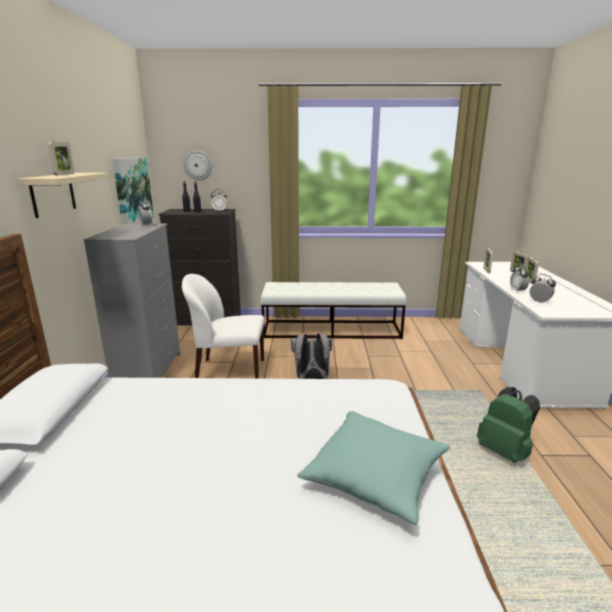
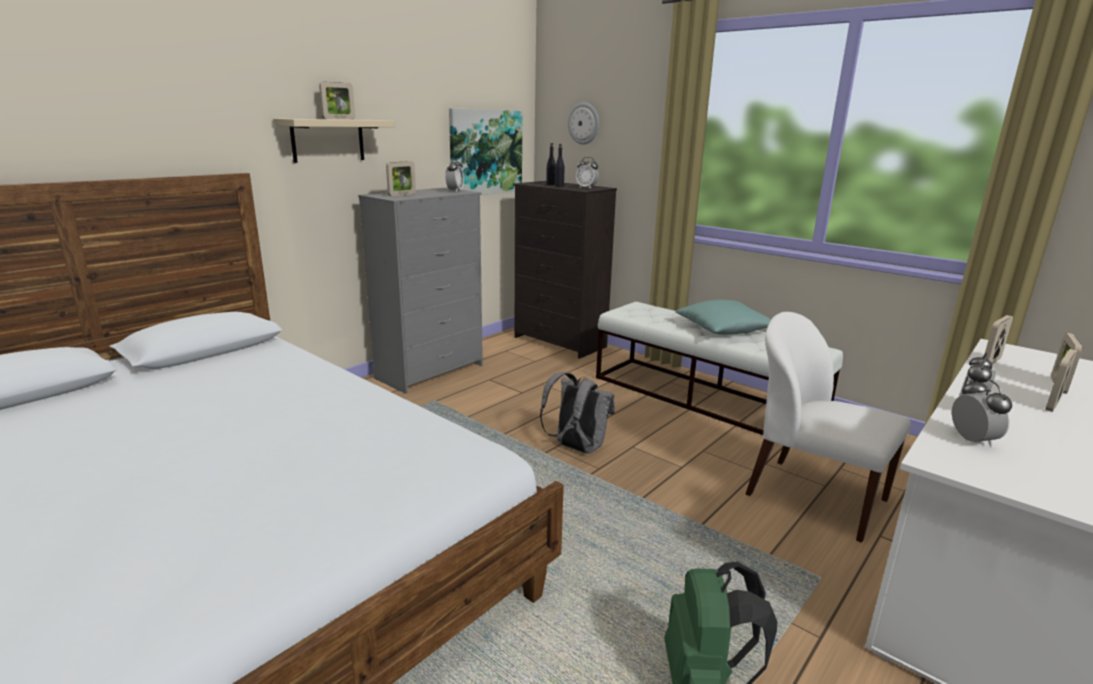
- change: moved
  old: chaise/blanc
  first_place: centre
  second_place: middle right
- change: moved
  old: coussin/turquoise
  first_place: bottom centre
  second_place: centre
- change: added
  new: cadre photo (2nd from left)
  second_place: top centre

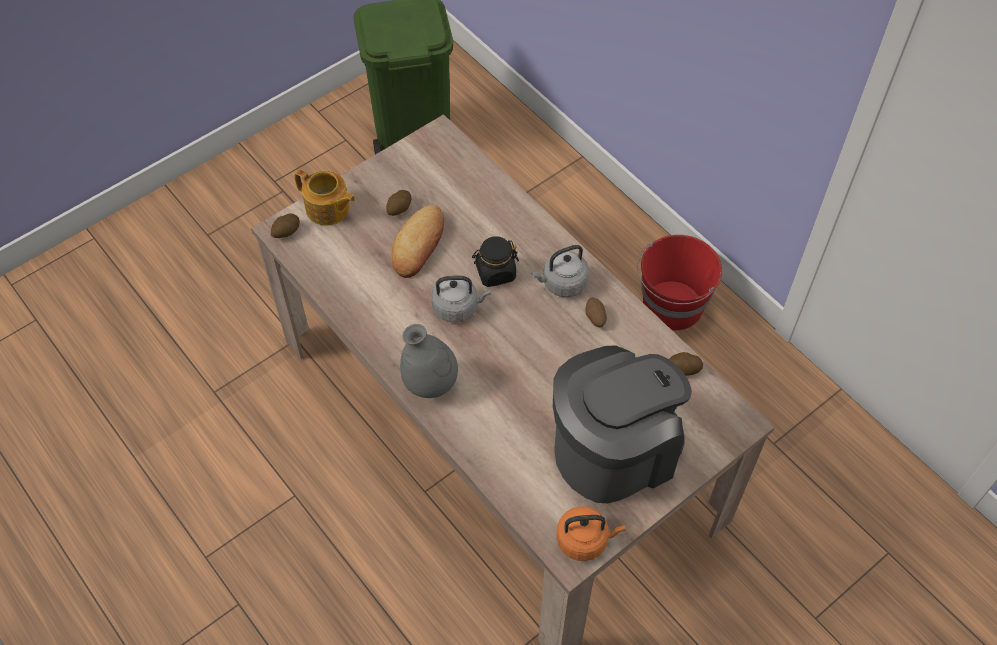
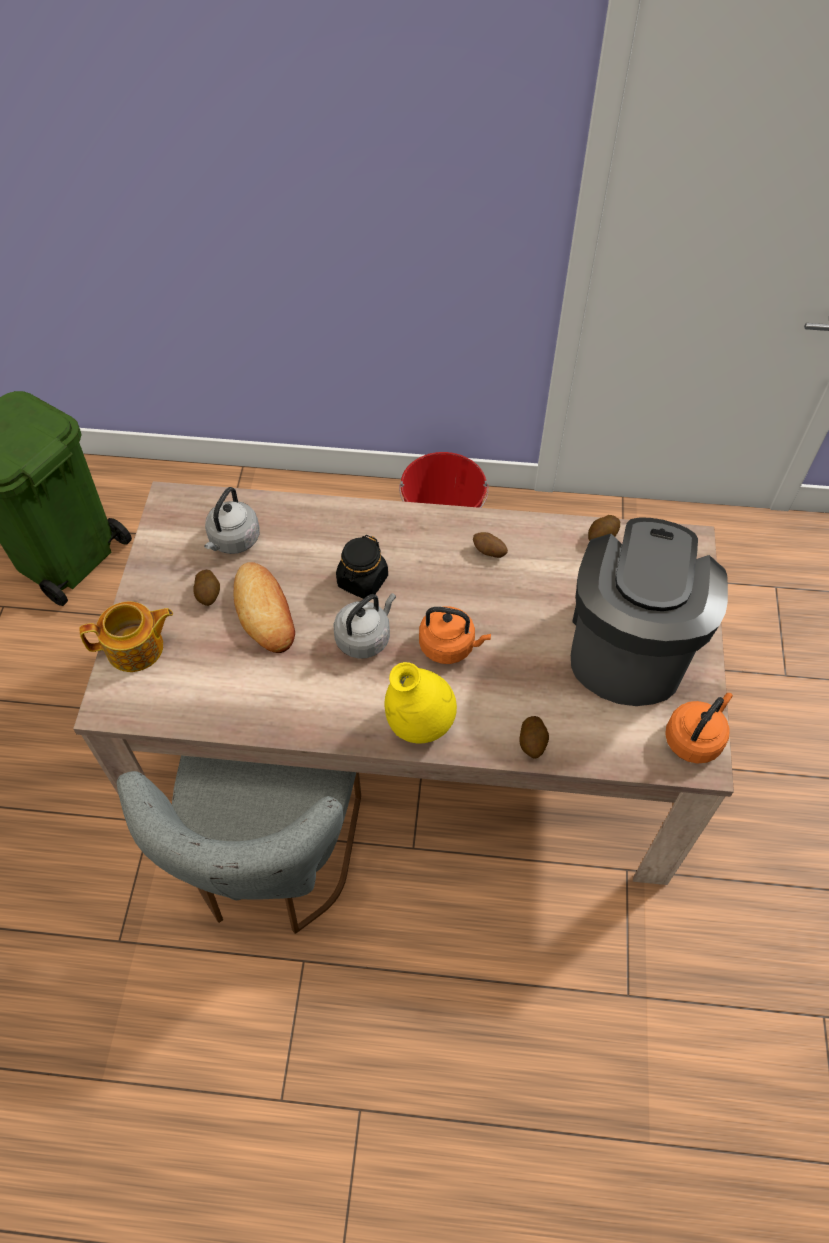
- change: moved
  old: pomme de terre (1st from left in the first image)
  new: pomme de terre (3rd from left)
  first_place: middle left
  second_place: centre
- change: moved
  old: bouilloire/gris (2nd from left in the first image)
  new: bouilloire/gris (1st from left)
  first_place: centre
  second_place: middle left
- change: recoloured
  old: vase/gris
  new: vase/jaune
  first_place: centre
  second_place: centre
- change: added
  new: bouilloire/orange (1st from left)
  second_place: centre
- change: added
  new: chaise/gris
  second_place: bottom left

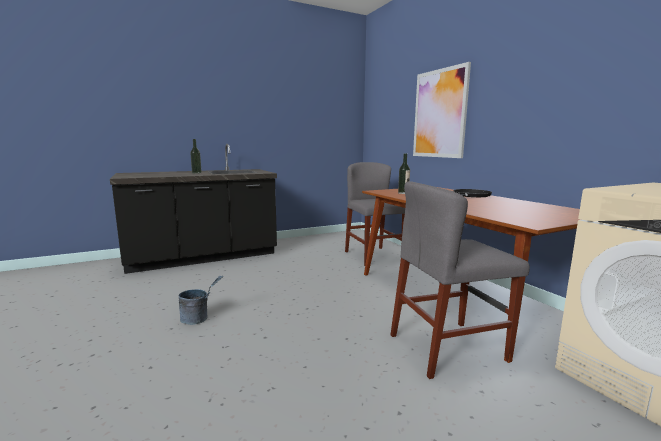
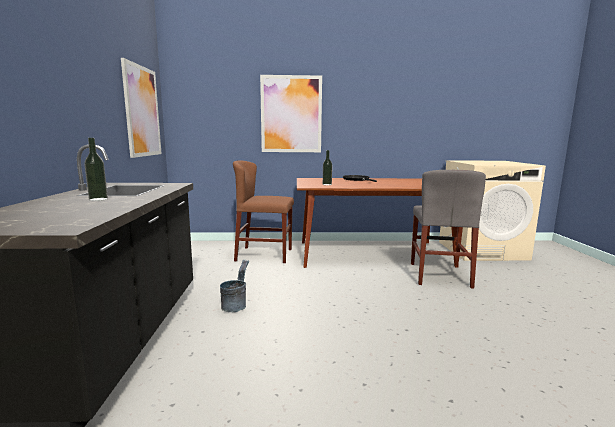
- change: recoloured
  old: chaise/gris (1st from left)
  new: chaise/marron
  first_place: centre
  second_place: centre
- change: moved
  old: seau/gris
  first_place: bottom left
  second_place: bottom centre
- change: added
  new: tableau (1st from left)
  second_place: top left

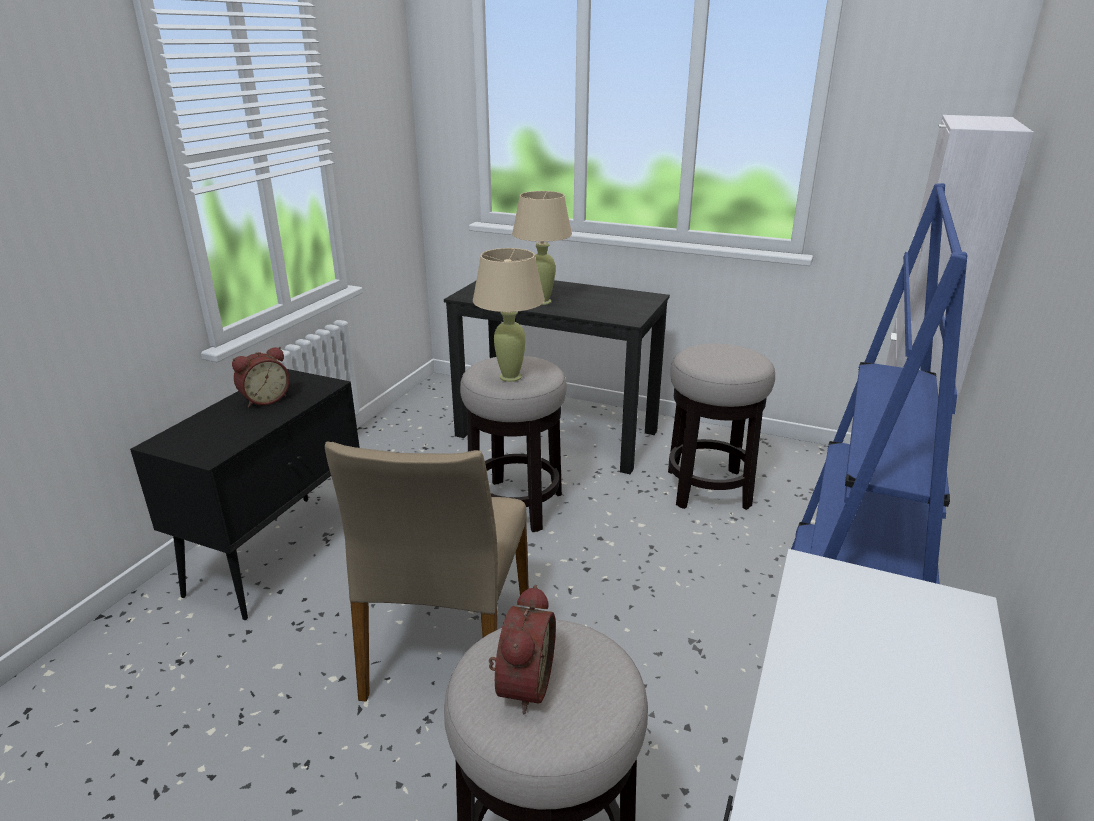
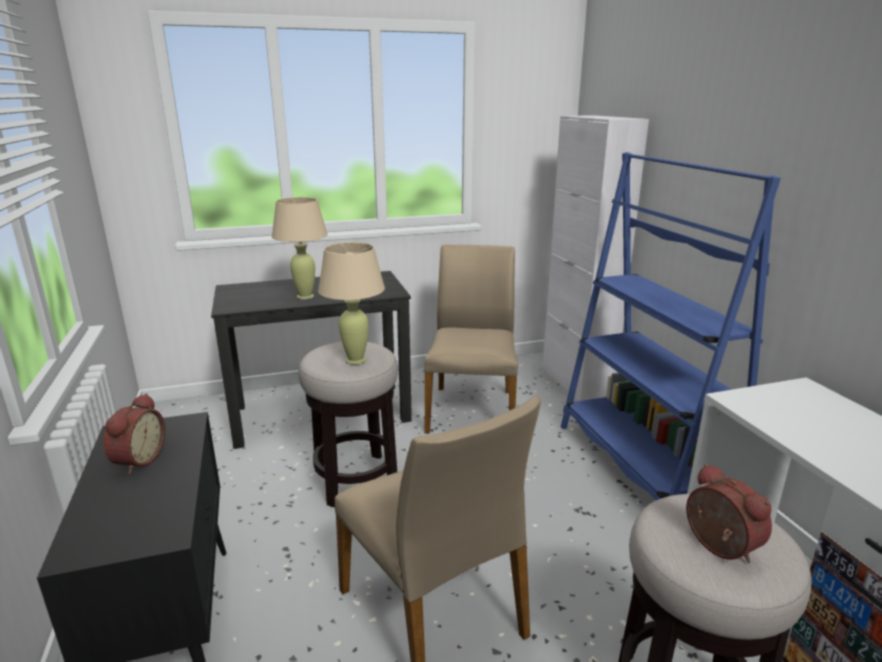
- change: replaced
  old: tabouret (3rd from left)
  new: chaise/beige (2nd from left)
  first_place: centre
  second_place: centre

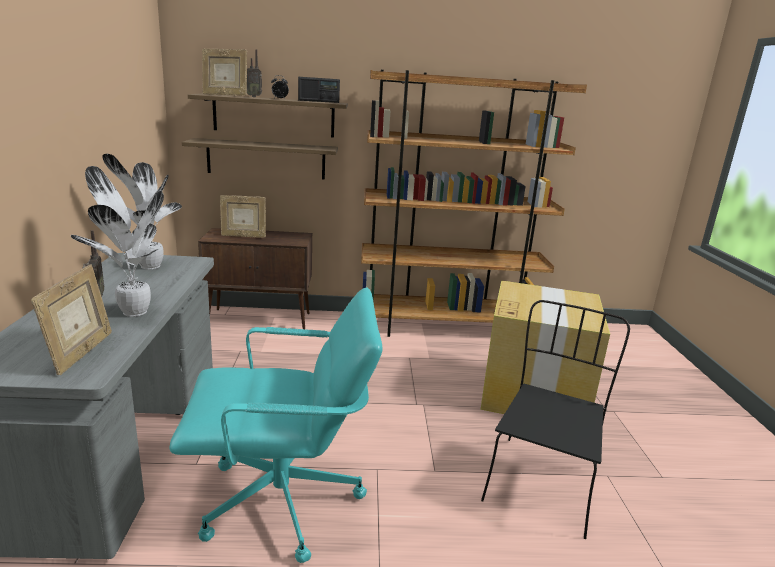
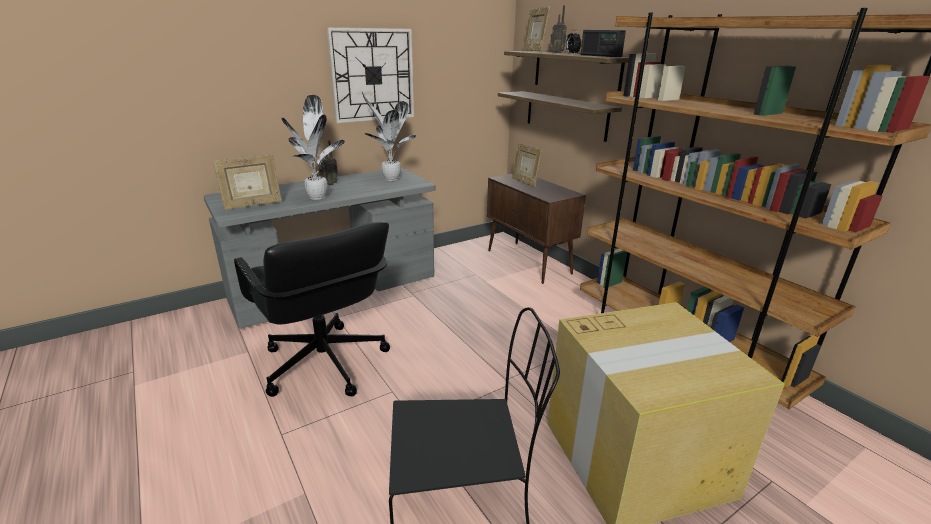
- change: recoloured
  old: chaise de bureau/turquoise
  new: chaise de bureau/noir
  first_place: bottom centre
  second_place: centre
- change: added
  new: horloge murale
  second_place: top centre

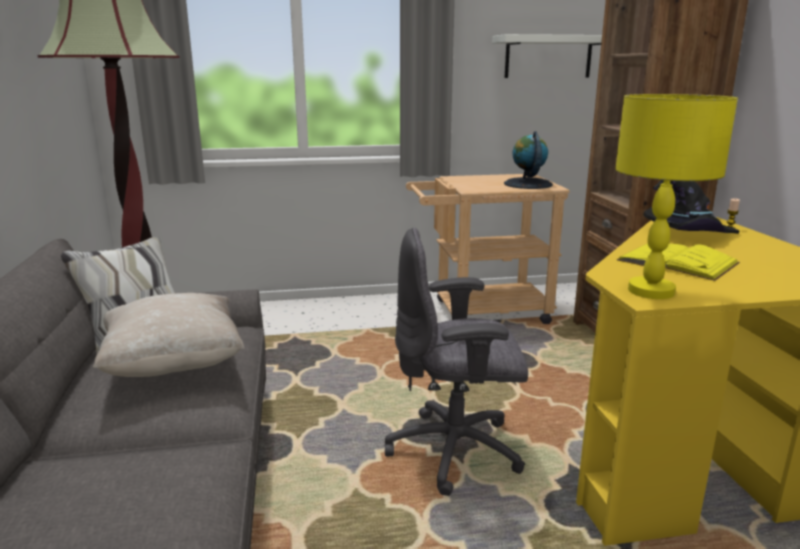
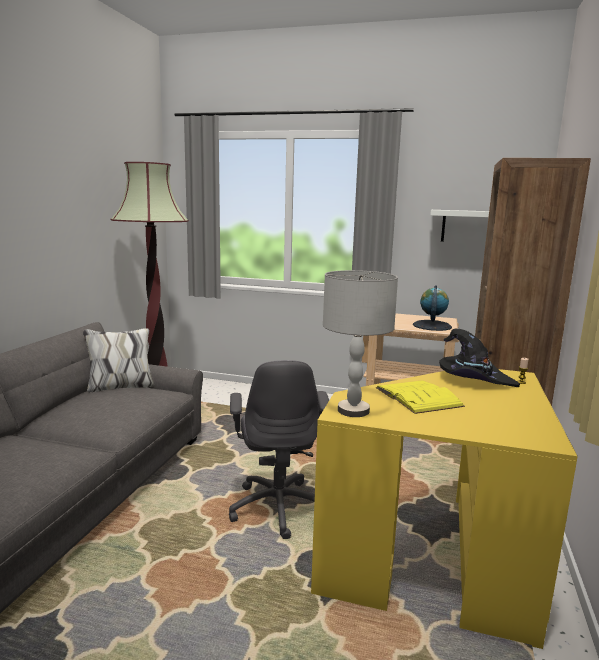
- change: recoloured
  old: lampe de table/jaune
  new: lampe de table/gris
  first_place: middle right
  second_place: centre
- change: turned
  old: chaise de bureau/gris
  first_place: centre
  second_place: bottom centre
  degrees: -120
- change: removed
  old: coussin/beige
  first_place: middle left

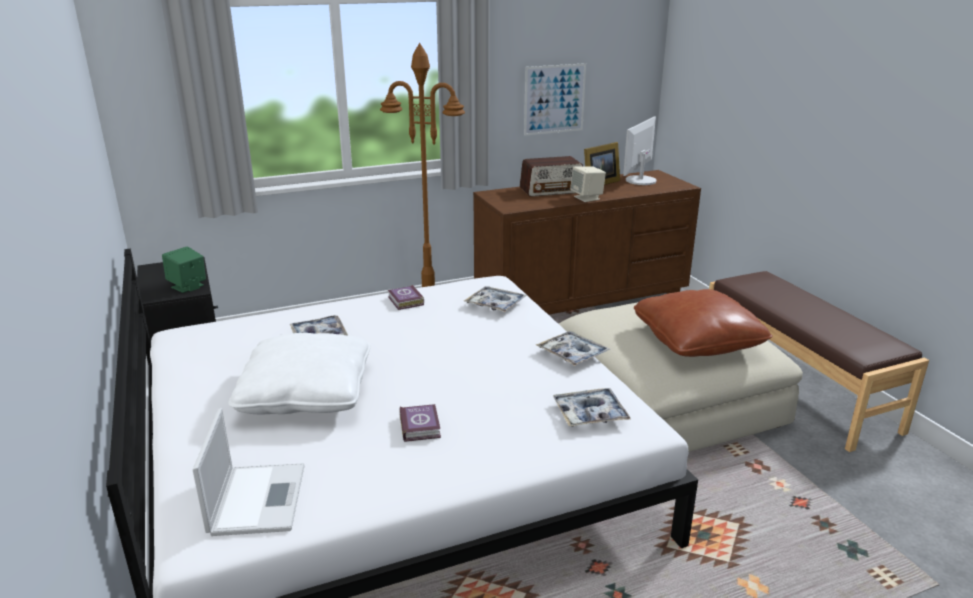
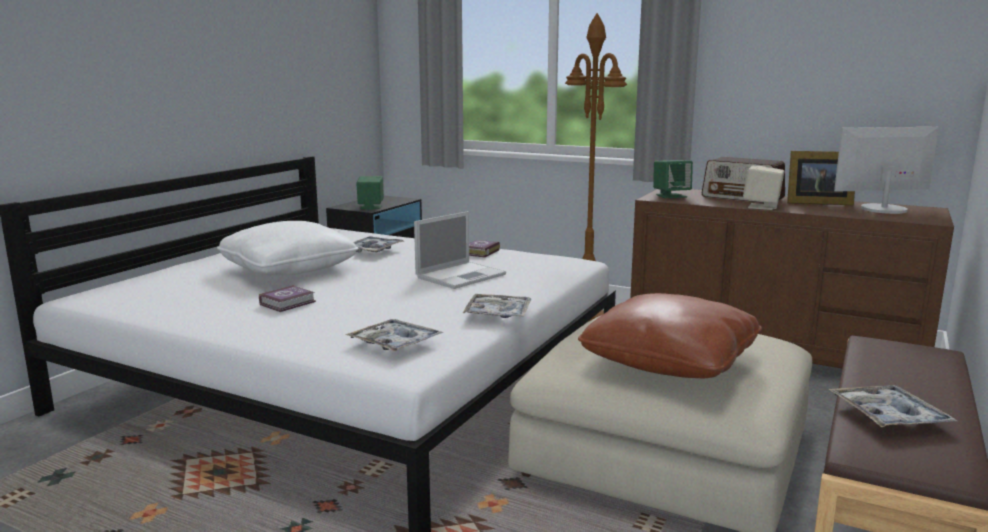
- change: removed
  old: tableau
  first_place: top centre
- change: moved
  old: plateau (2nd from left in the first image)
  new: plateau (4th from left)
  first_place: centre
  second_place: bottom right
- change: moved
  old: ordinateur portable
  first_place: bottom left
  second_place: centre
- change: added
  new: enceinte/vert (2nd from left)
  second_place: middle right

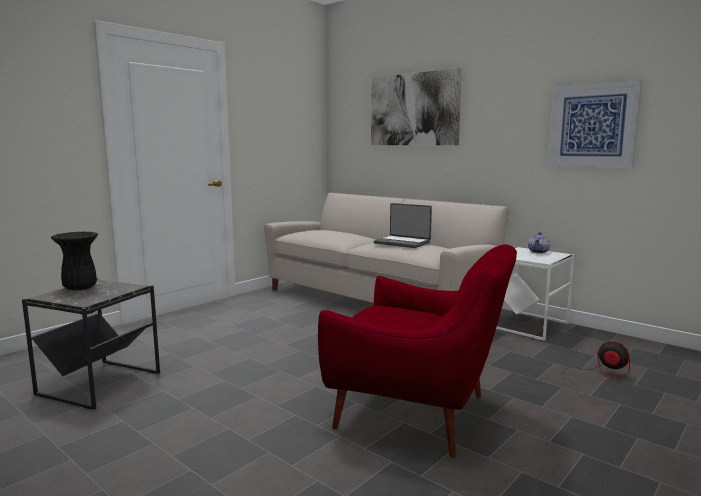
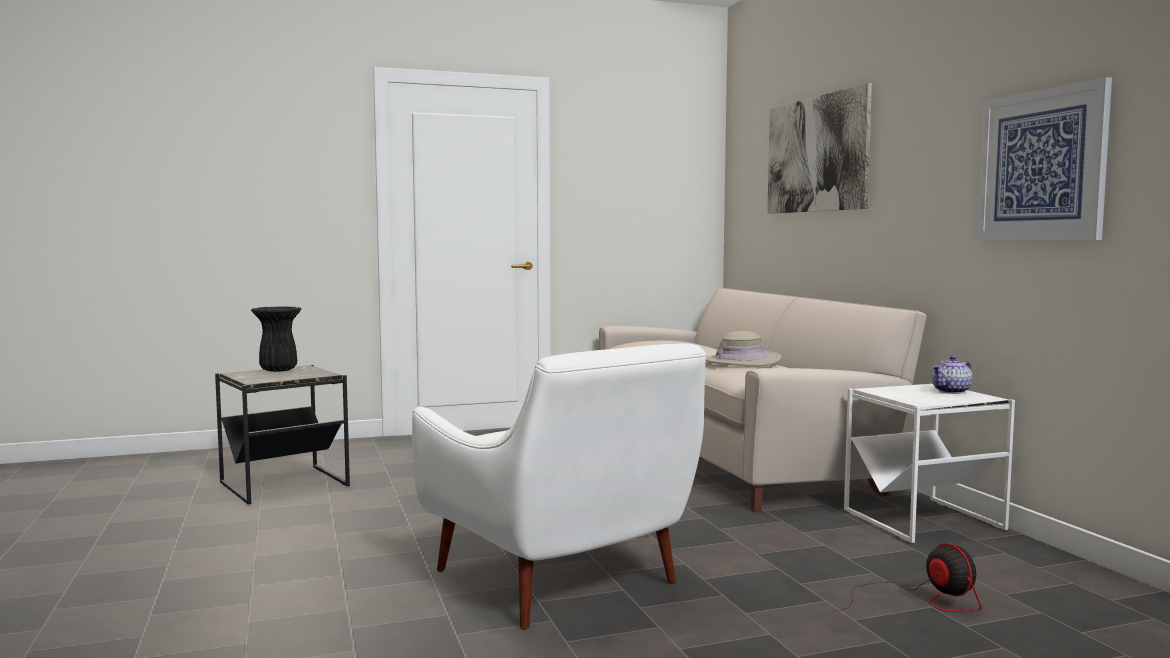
- change: replaced
  old: ordinateur portable
  new: chapeau/beige
  first_place: centre
  second_place: centre
- change: recoloured
  old: fauteuil/rouge
  new: fauteuil/blanc
  first_place: bottom centre
  second_place: bottom centre

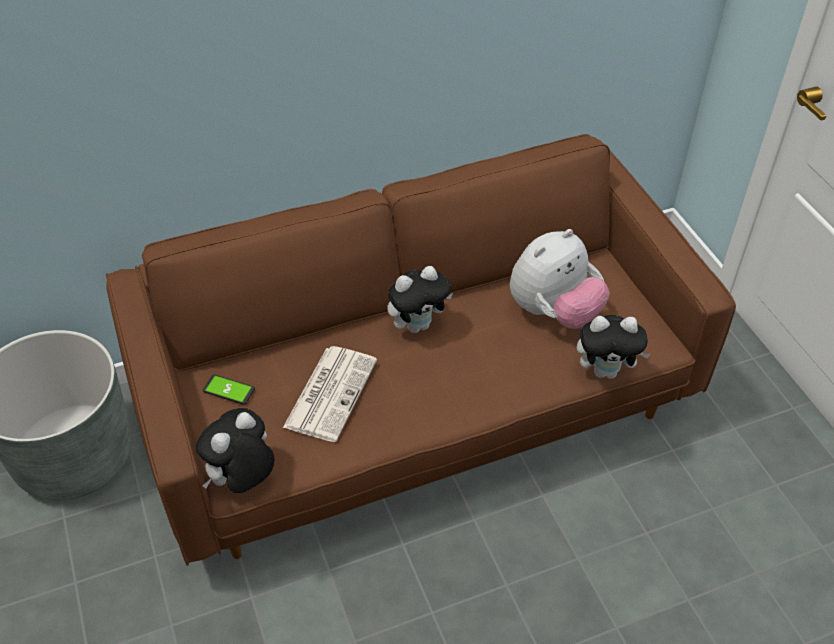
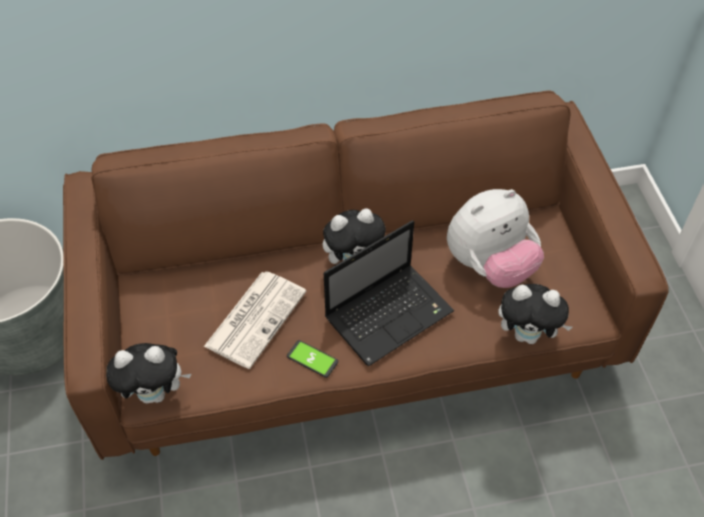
- change: moved
  old: téléphone
  first_place: middle left
  second_place: bottom centre
- change: turned
  old: peluche (1st from left)
  first_place: bottom left
  second_place: bottom left
  degrees: -150
- change: added
  new: ordinateur portable
  second_place: centre

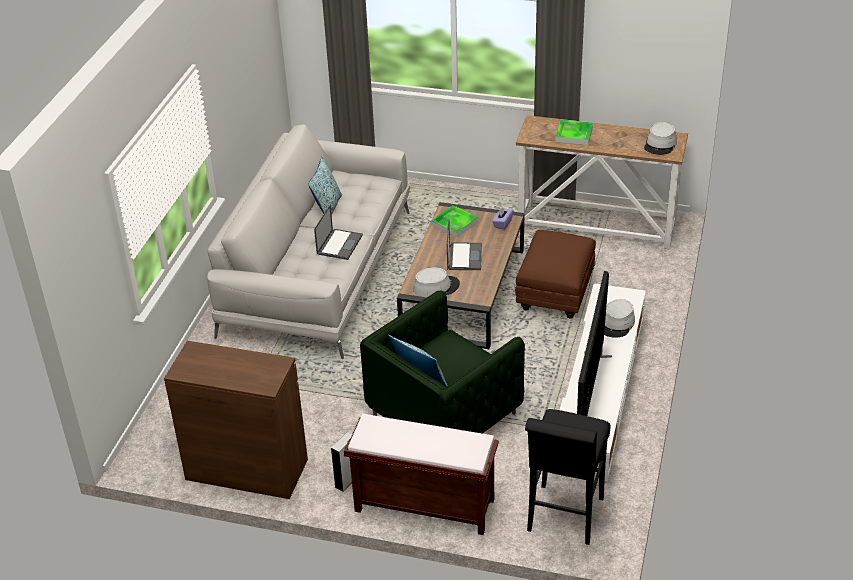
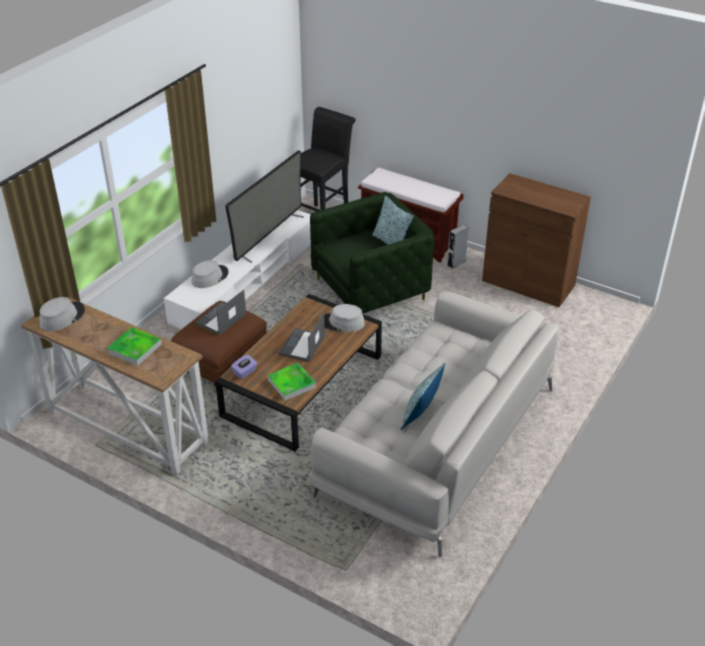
- change: moved
  old: ordinateur portable (1st from left)
  first_place: centre
  second_place: middle left

